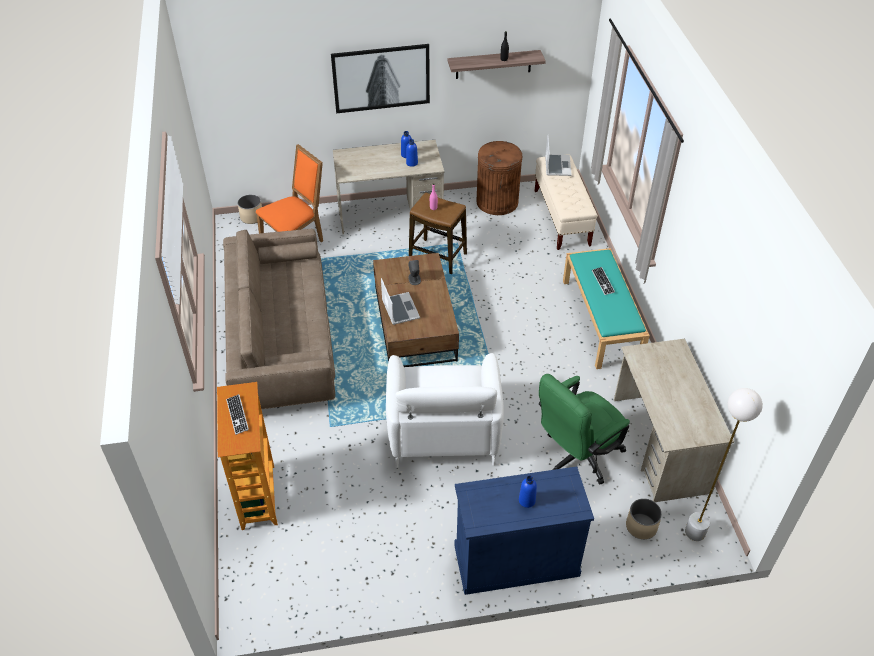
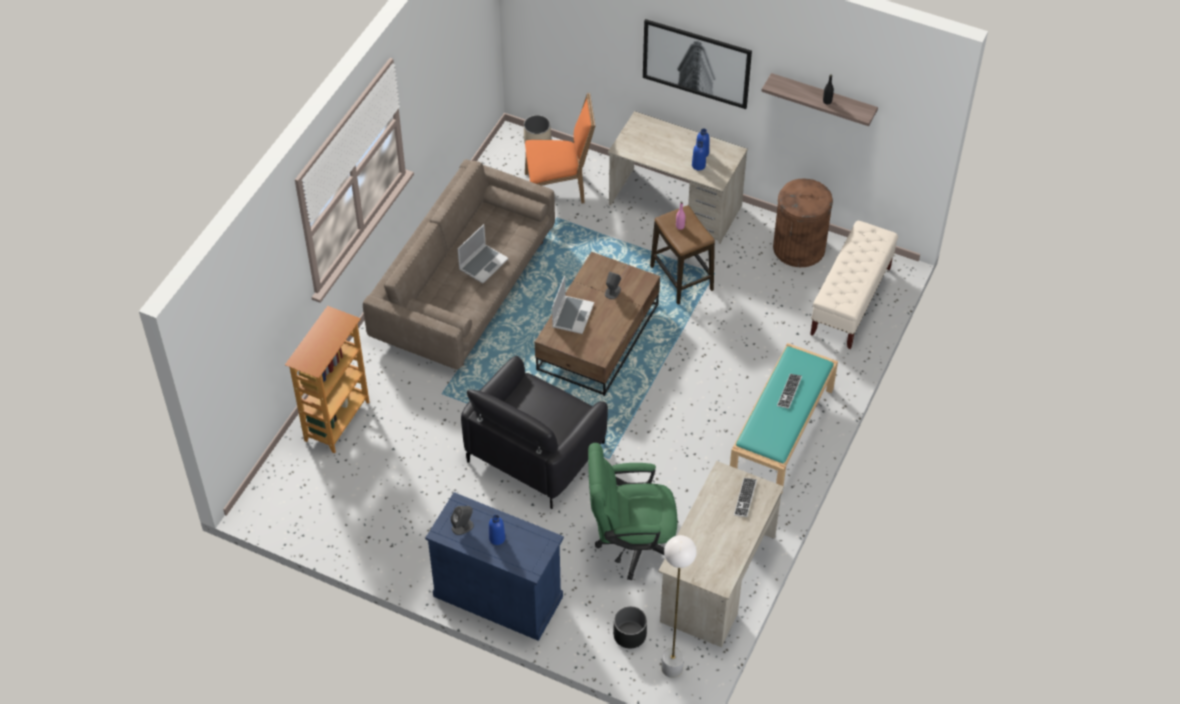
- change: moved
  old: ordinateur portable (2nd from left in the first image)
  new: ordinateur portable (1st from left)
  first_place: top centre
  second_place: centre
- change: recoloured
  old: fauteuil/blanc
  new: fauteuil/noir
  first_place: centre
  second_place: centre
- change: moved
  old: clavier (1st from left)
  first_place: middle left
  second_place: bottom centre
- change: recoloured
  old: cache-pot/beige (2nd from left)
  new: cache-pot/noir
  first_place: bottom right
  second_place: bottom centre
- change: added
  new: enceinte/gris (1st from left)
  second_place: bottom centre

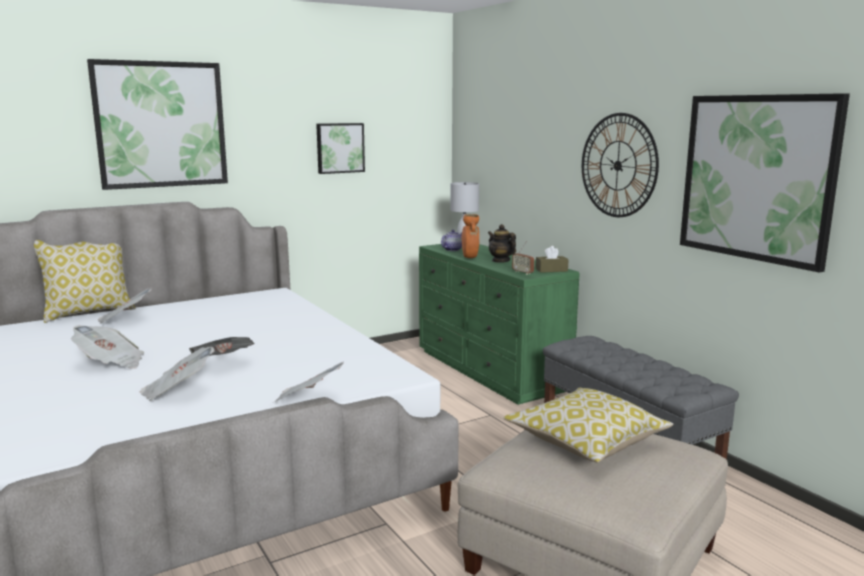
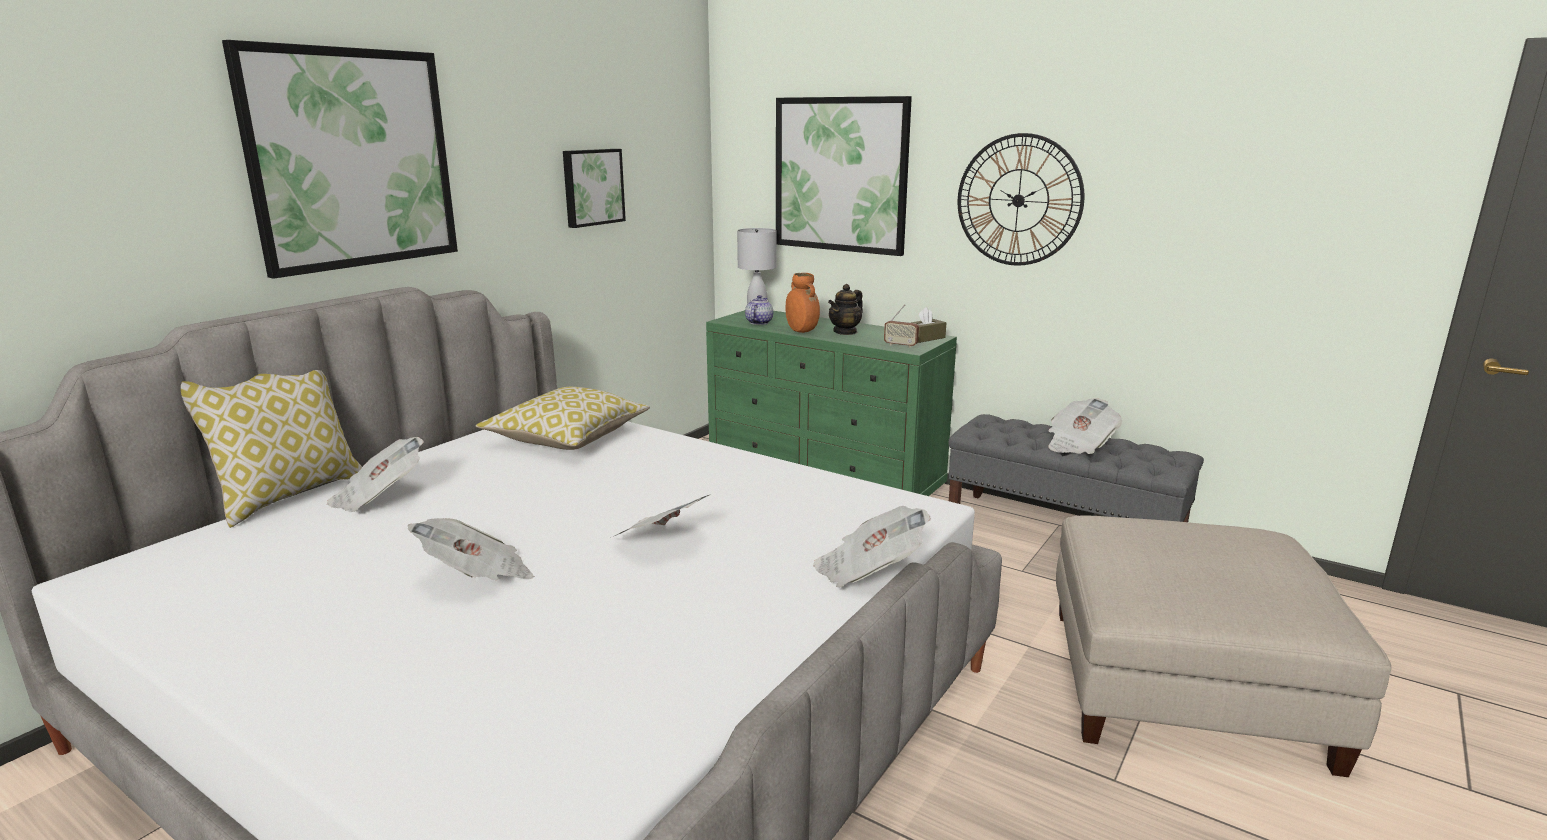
- change: moved
  old: tableau (3rd from left)
  first_place: top right
  second_place: top centre
- change: turned
  old: théière (2nd from left)
  first_place: centre
  second_place: centre
  degrees: -75
- change: moved
  old: journal (3rd from left in the first image)
  new: journal (5th from left)
  first_place: middle left
  second_place: middle right
- change: moved
  old: coussin (2nd from left)
  first_place: bottom right
  second_place: centre

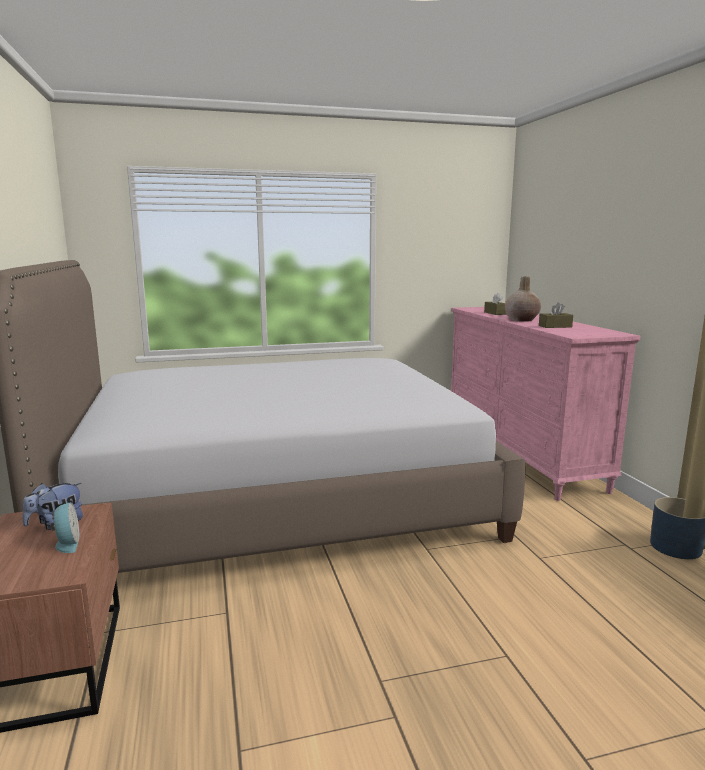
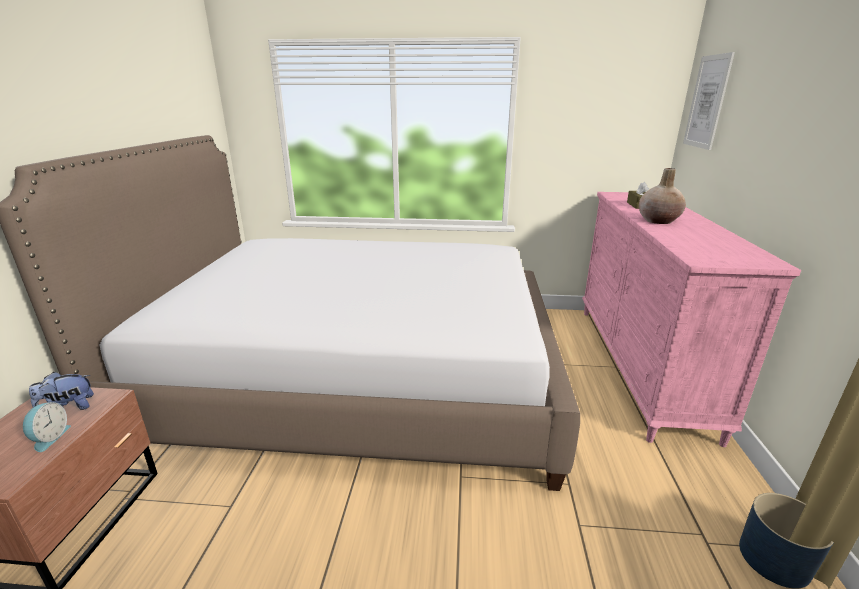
- change: removed
  old: boîte à mouchoirs/marron (2nd from left)
  first_place: middle right
- change: added
  new: tableau
  second_place: top right

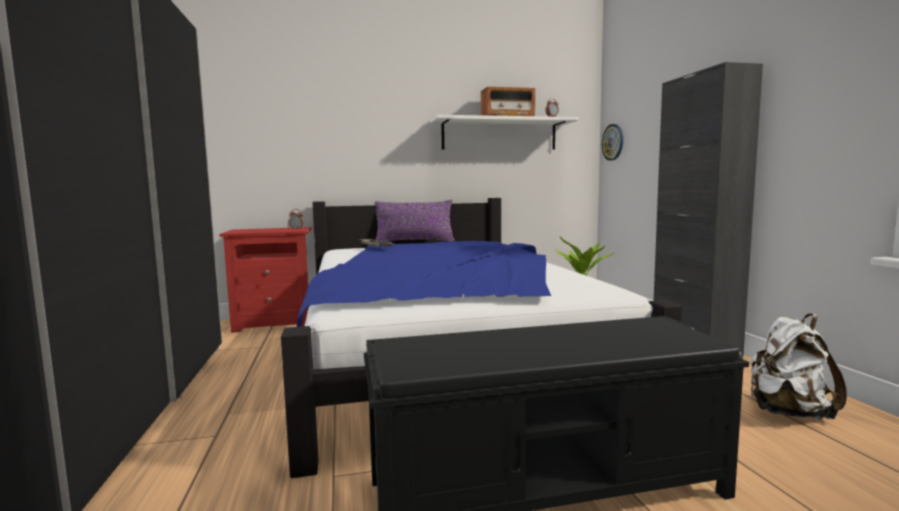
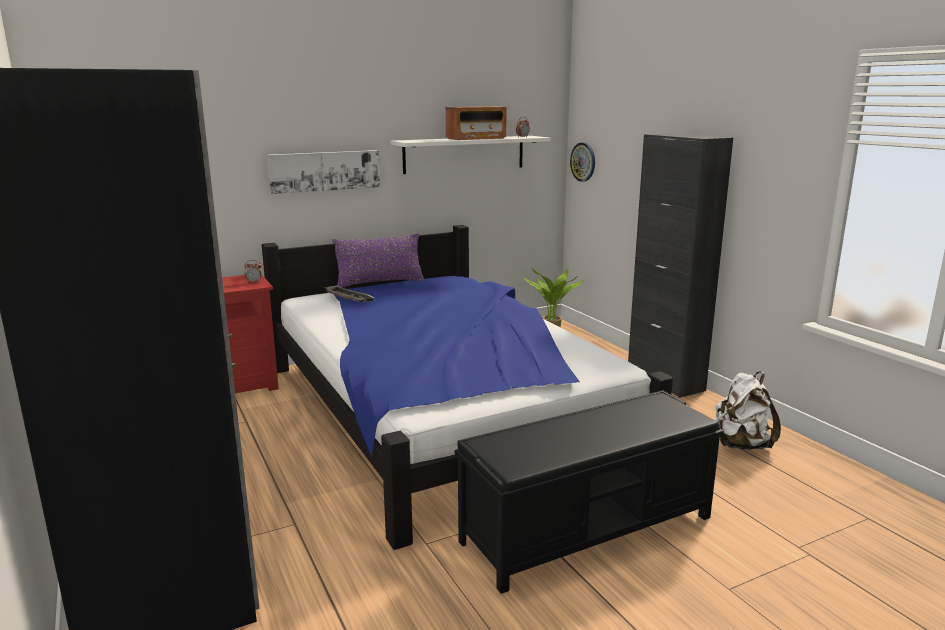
- change: added
  new: tableau
  second_place: top centre

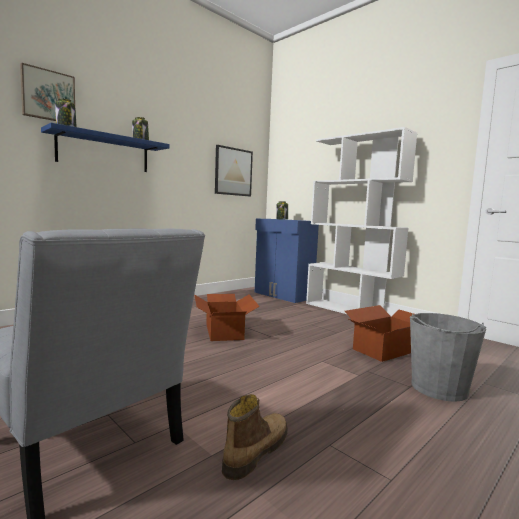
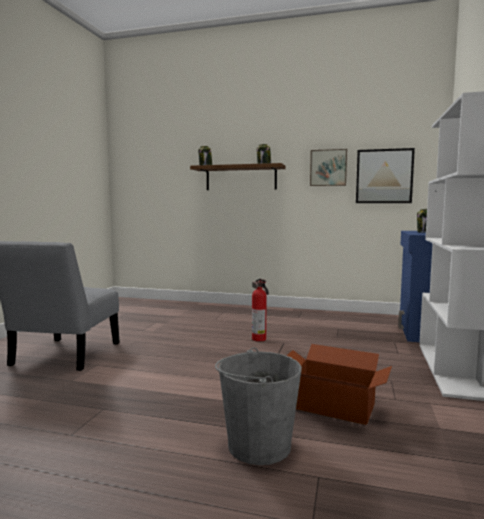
- change: moved
  old: tableau (1st from left)
  first_place: top left
  second_place: top right
- change: recoloured
  old: étagère/bleu
  new: étagère/marron
  first_place: top left
  second_place: centre
- change: replaced
  old: carton (1st from left)
  new: extincteur
  first_place: centre
  second_place: centre
- change: removed
  old: botte
  first_place: bottom centre

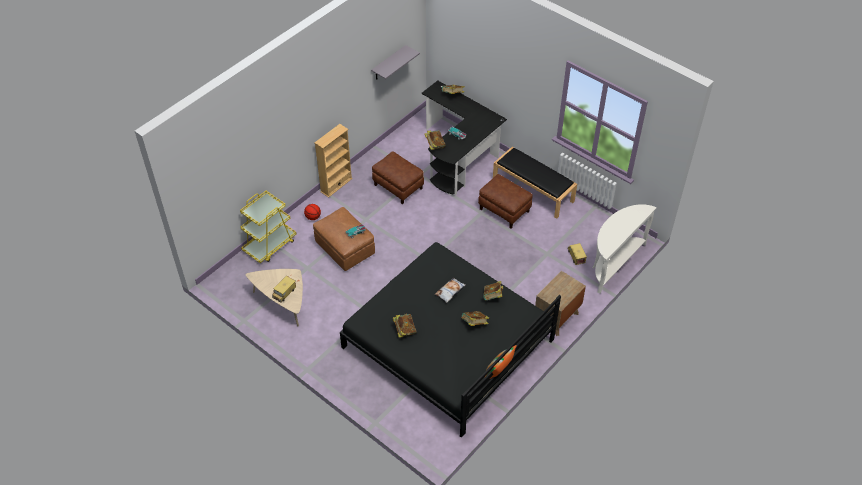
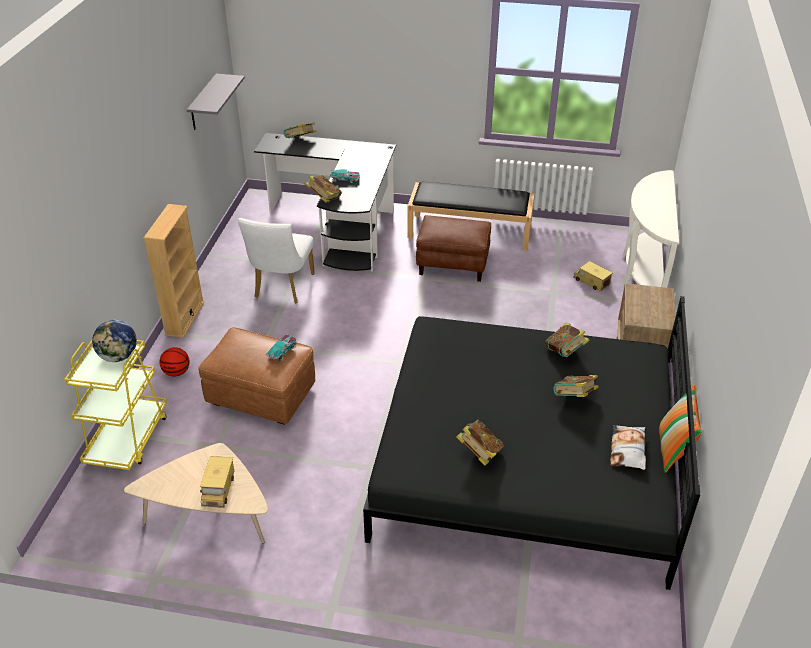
- change: replaced
  old: pouf/marron (2nd from left)
  new: chaise/blanc
  first_place: centre
  second_place: centre
- change: moved
  old: coussin (1st from left)
  first_place: centre
  second_place: bottom right
- change: added
  new: globe
  second_place: middle left

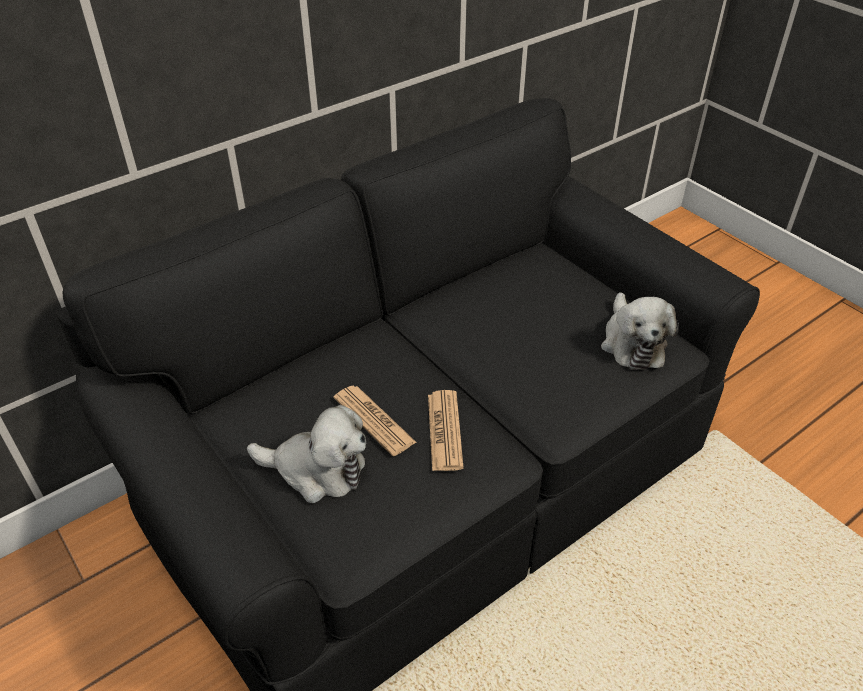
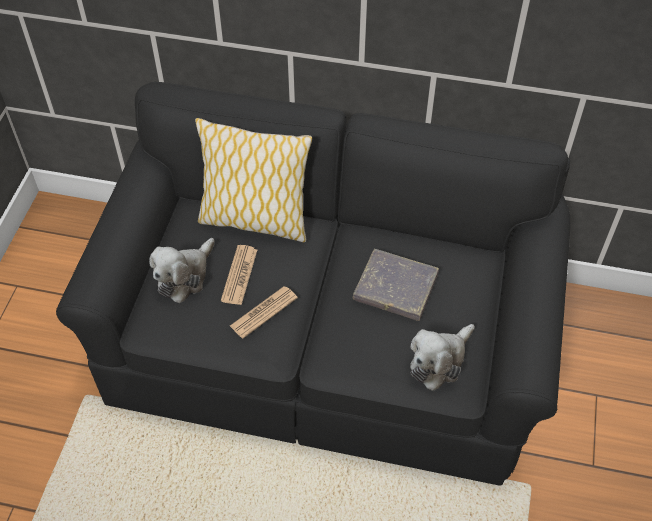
- change: turned
  old: peluche (1st from left)
  first_place: centre
  second_place: middle left
  degrees: 60
- change: added
  new: coussin
  second_place: centre
- change: added
  new: livre/gris
  second_place: centre

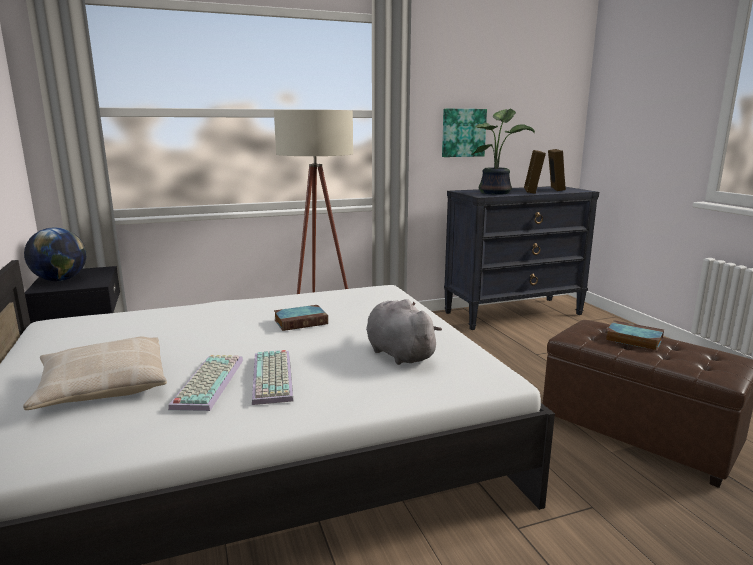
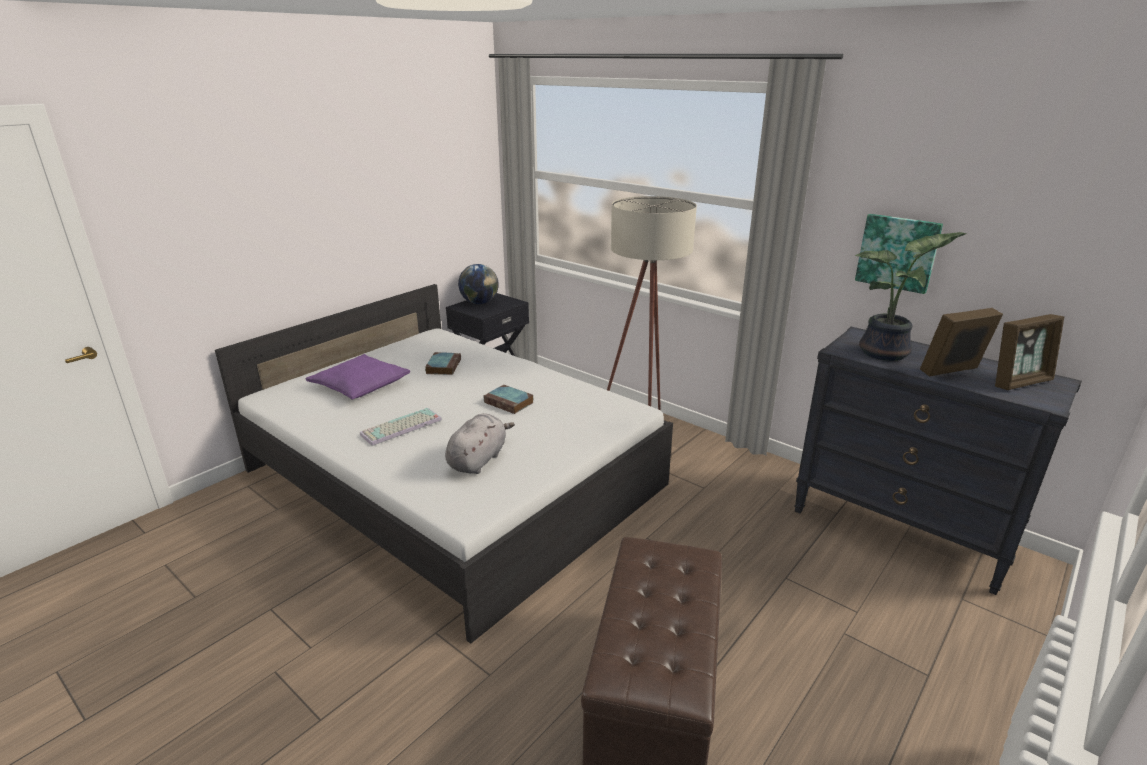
- change: moved
  old: livre (2nd from left in the first image)
  new: livre (1st from left)
  first_place: middle right
  second_place: centre
- change: recoloured
  old: coussin/beige
  new: coussin/violet
  first_place: middle left
  second_place: middle left
- change: removed
  old: clavier (1st from left)
  first_place: bottom left

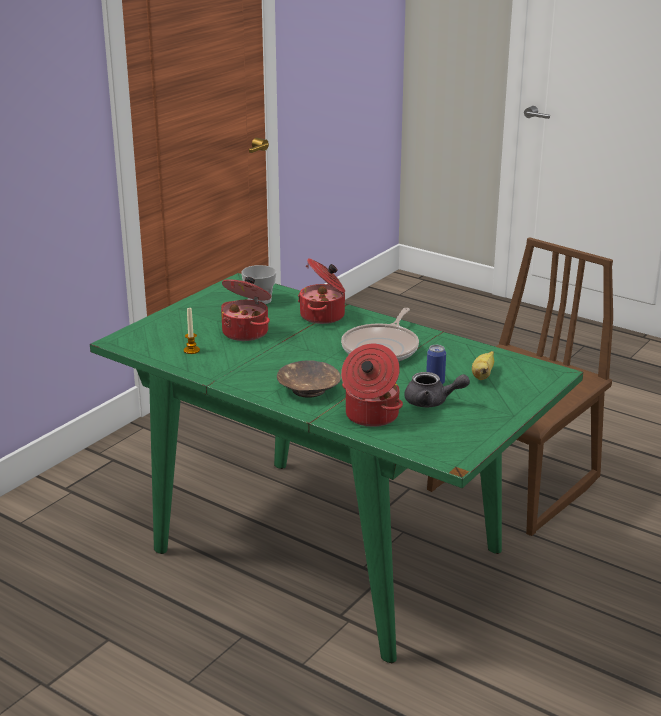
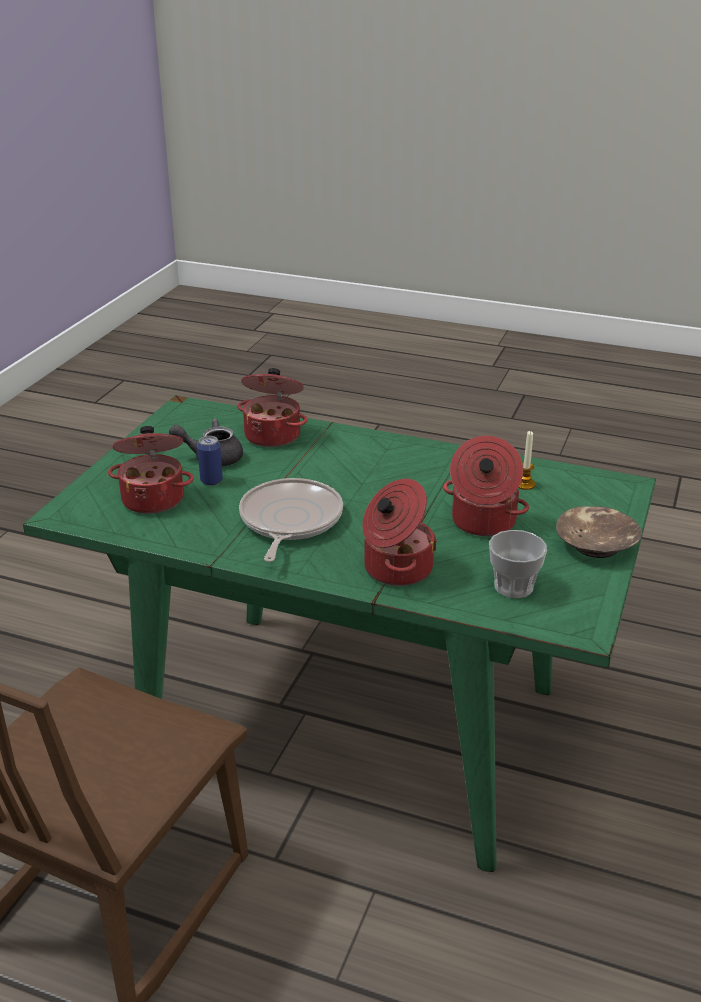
- change: replaced
  old: banane
  new: marmite (1st from left)
  first_place: middle right
  second_place: middle left
- change: moved
  old: bol/marron
  first_place: centre
  second_place: middle right

